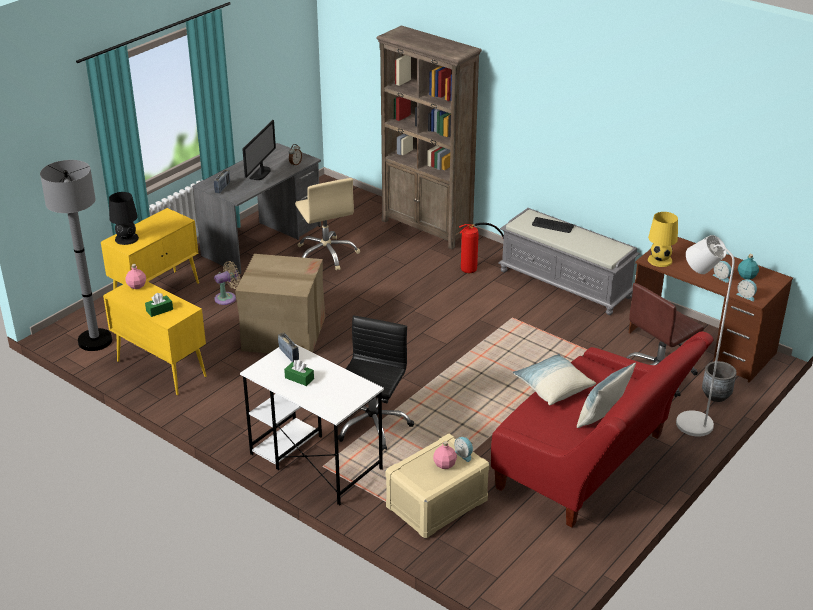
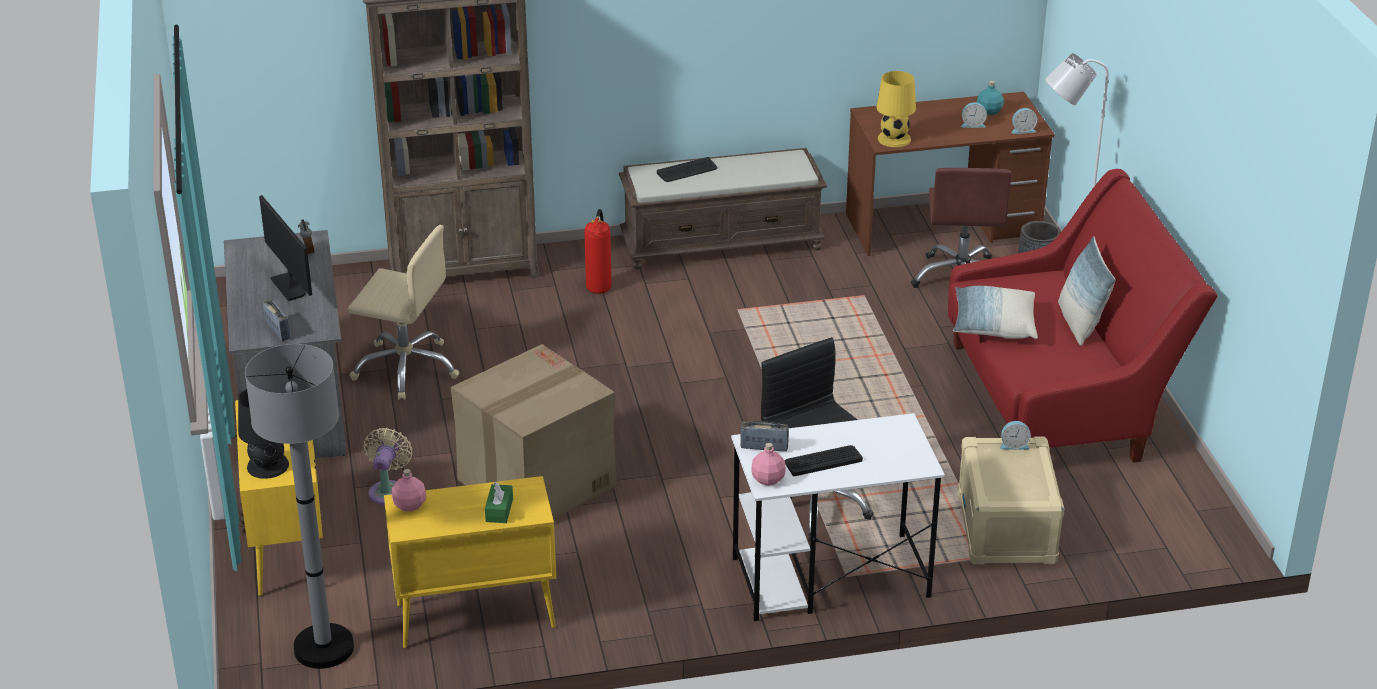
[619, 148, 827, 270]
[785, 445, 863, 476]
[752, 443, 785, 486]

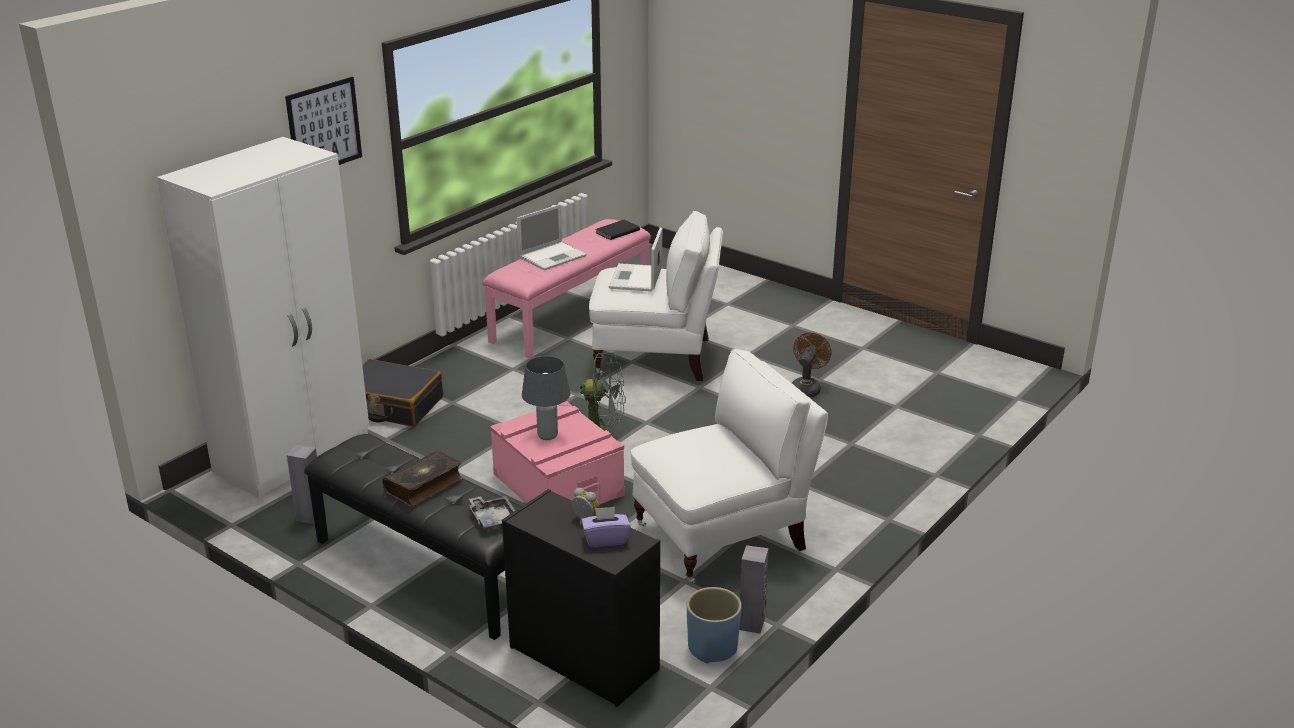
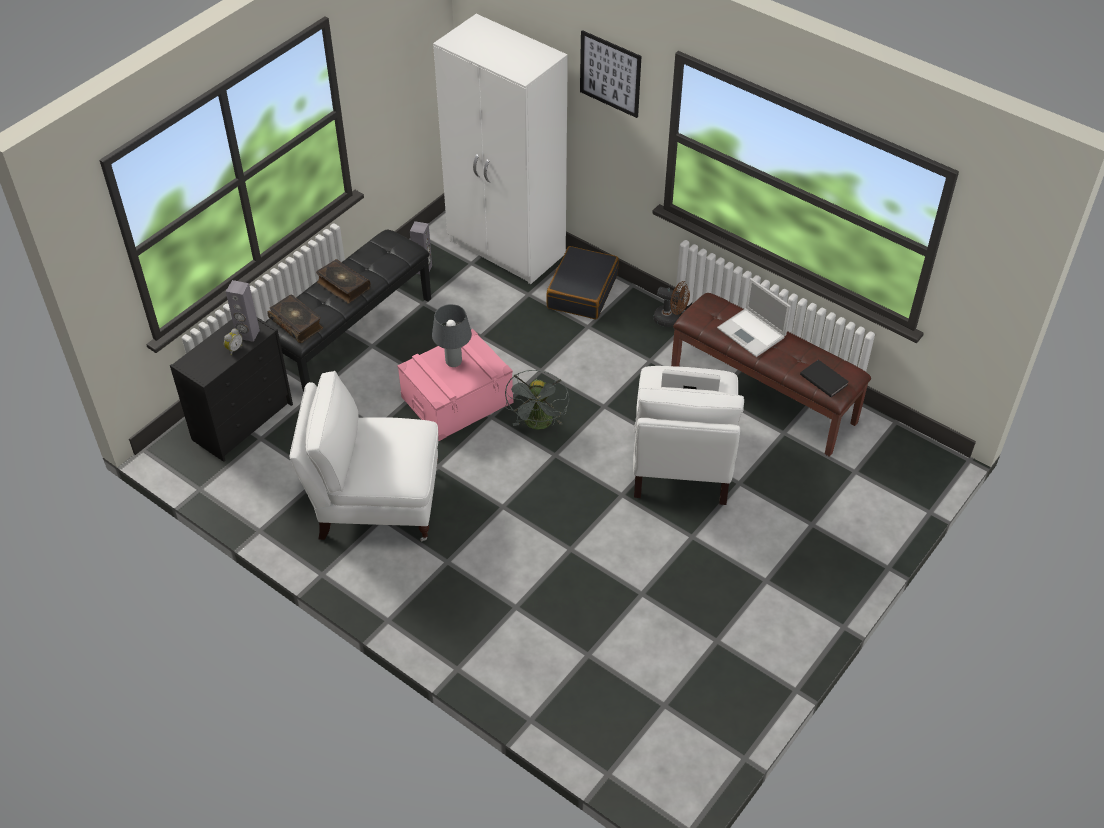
[671, 293, 871, 457]
[653, 281, 690, 327]
[290, 371, 438, 541]
[268, 294, 323, 343]
[581, 507, 631, 547] (first image)
[226, 280, 260, 342]
[687, 587, 742, 663] (first image)

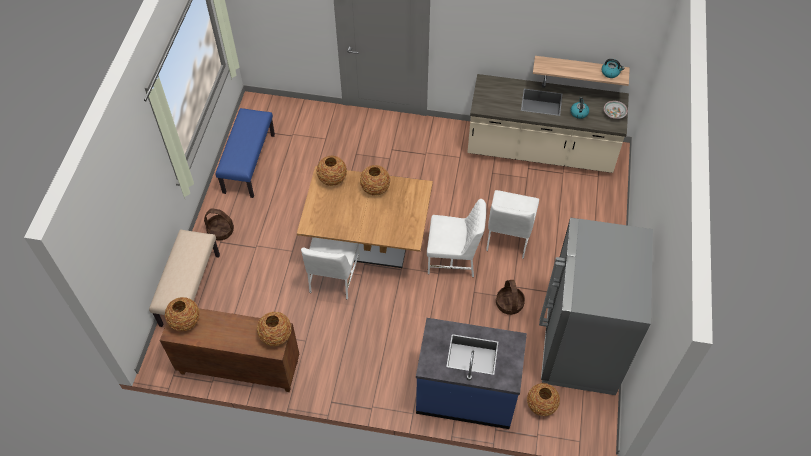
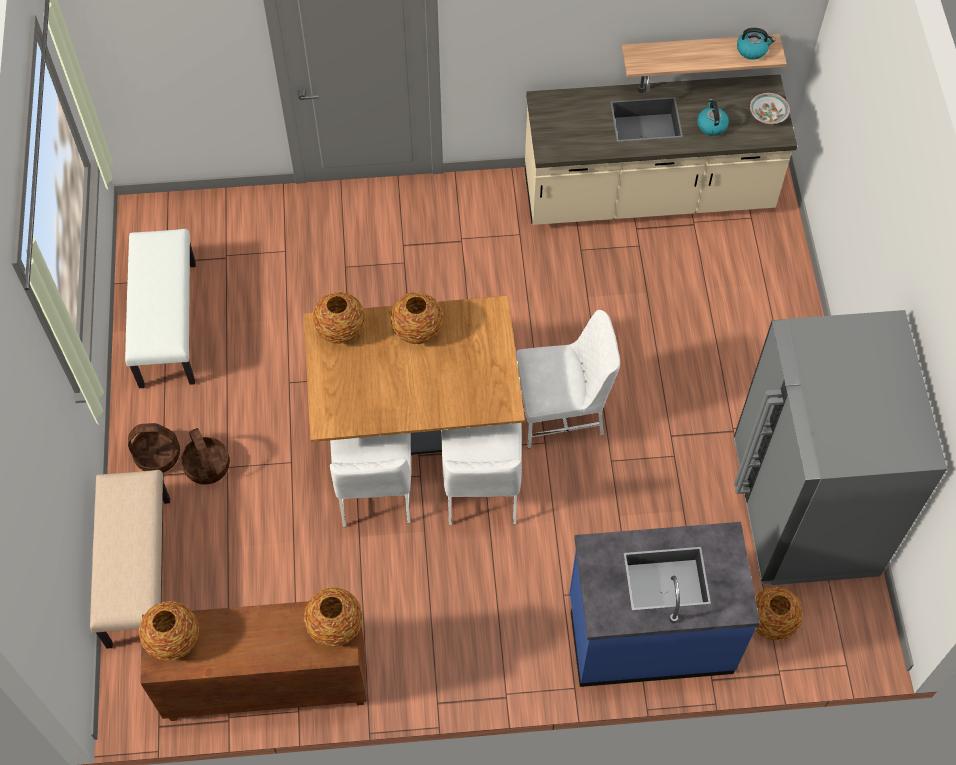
[125, 229, 196, 388]
[441, 423, 522, 525]
[181, 428, 230, 485]

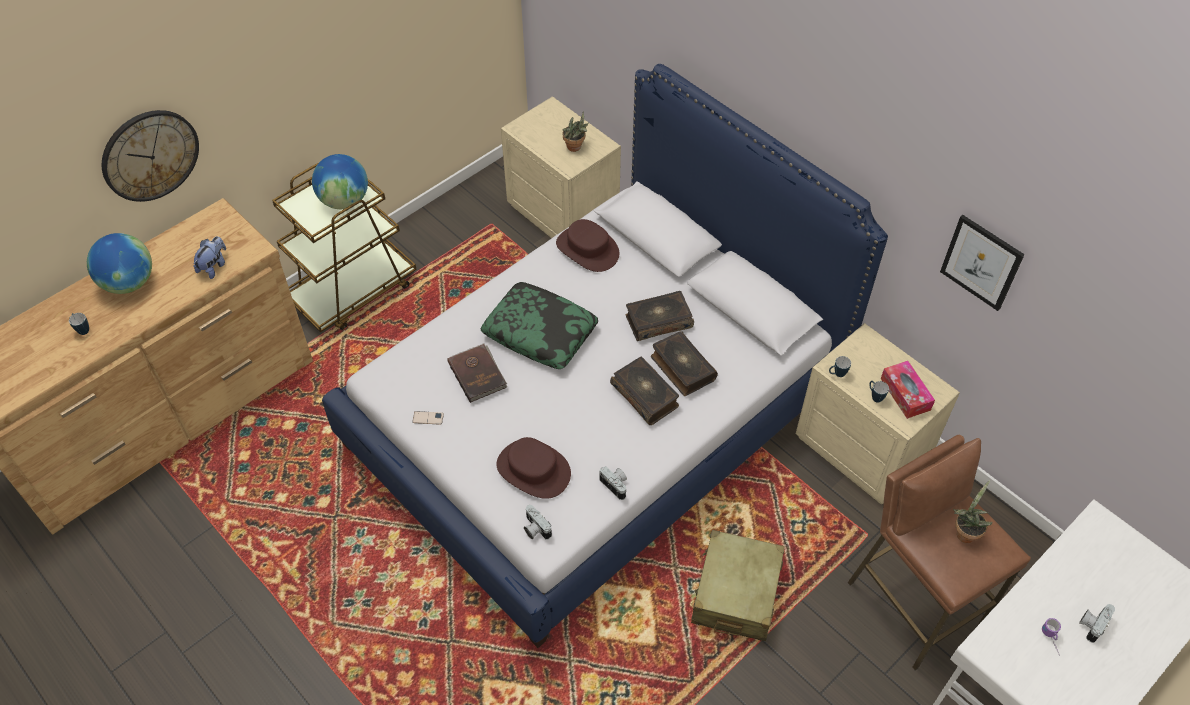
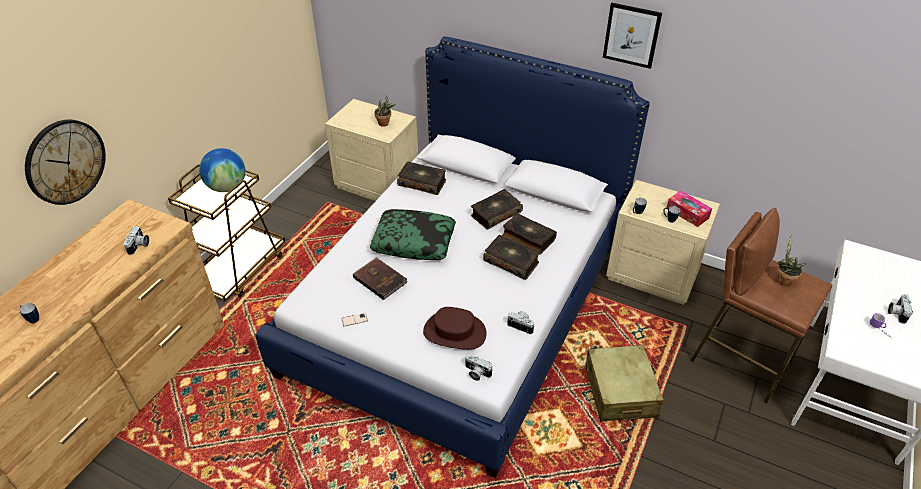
[603, 3, 662, 69]
[397, 162, 446, 195]
[87, 233, 152, 294] (first image)
[123, 226, 149, 255]

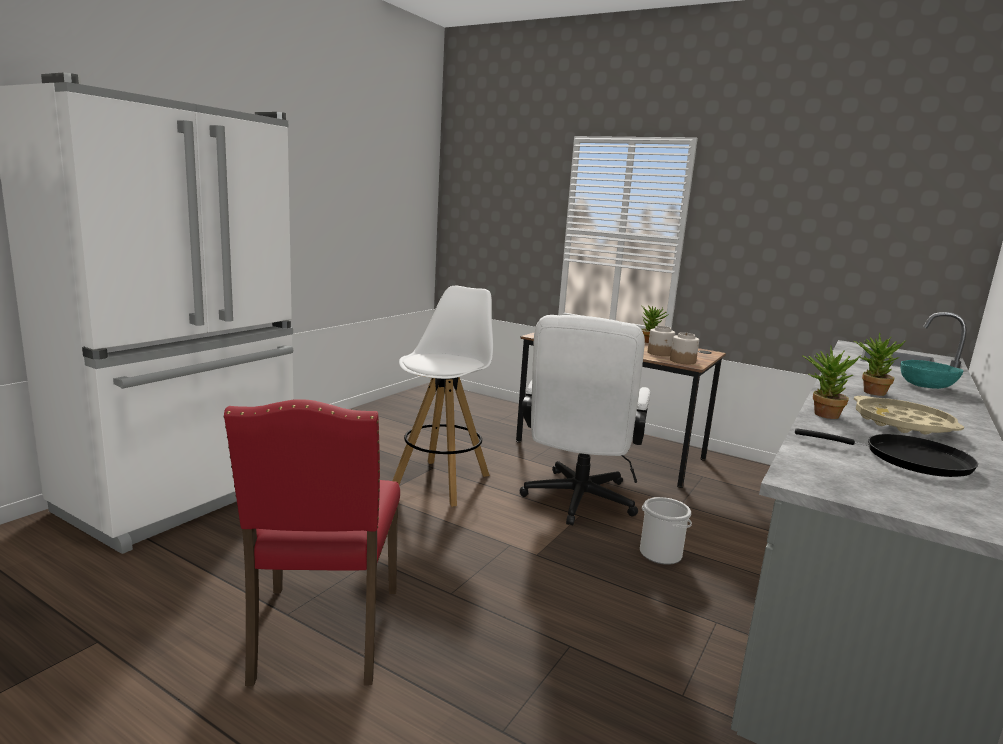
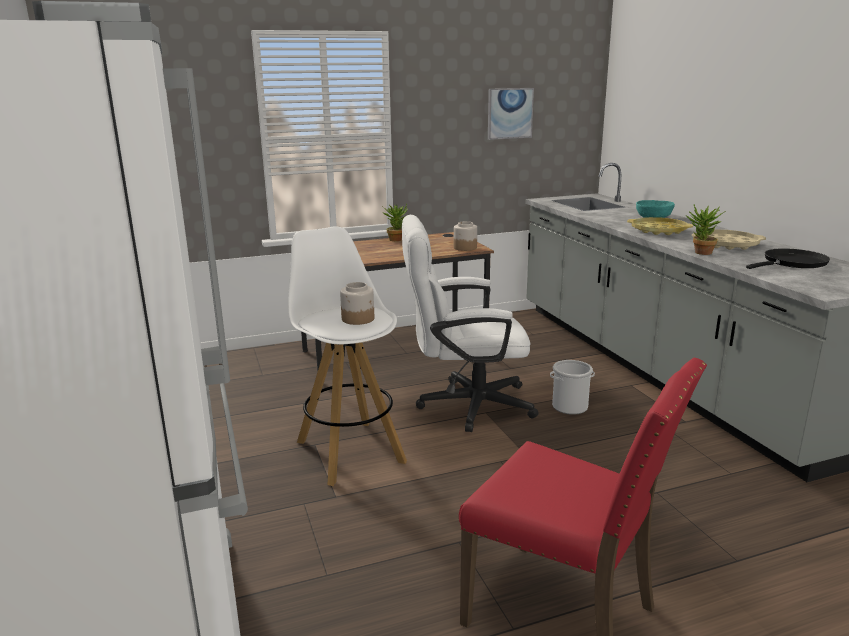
[402, 215, 539, 432]
[340, 282, 374, 325]
[627, 217, 693, 235]
[488, 88, 534, 140]

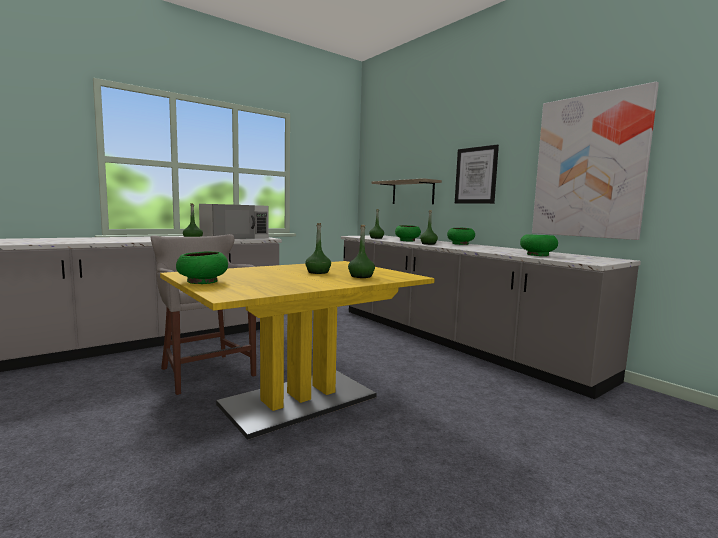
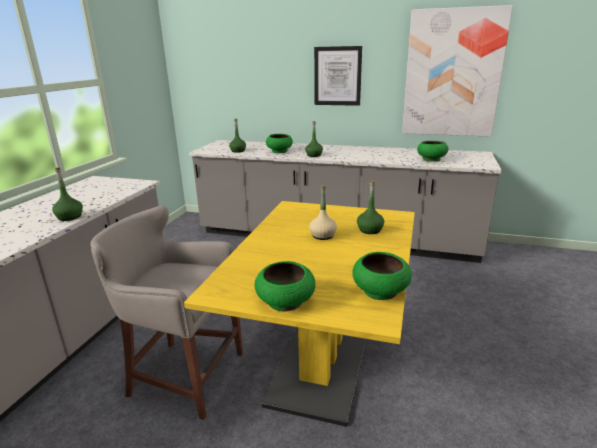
[371, 178, 442, 204] (first image)
[199, 204, 269, 239] (first image)
[309, 185, 337, 240]
[352, 252, 412, 300]

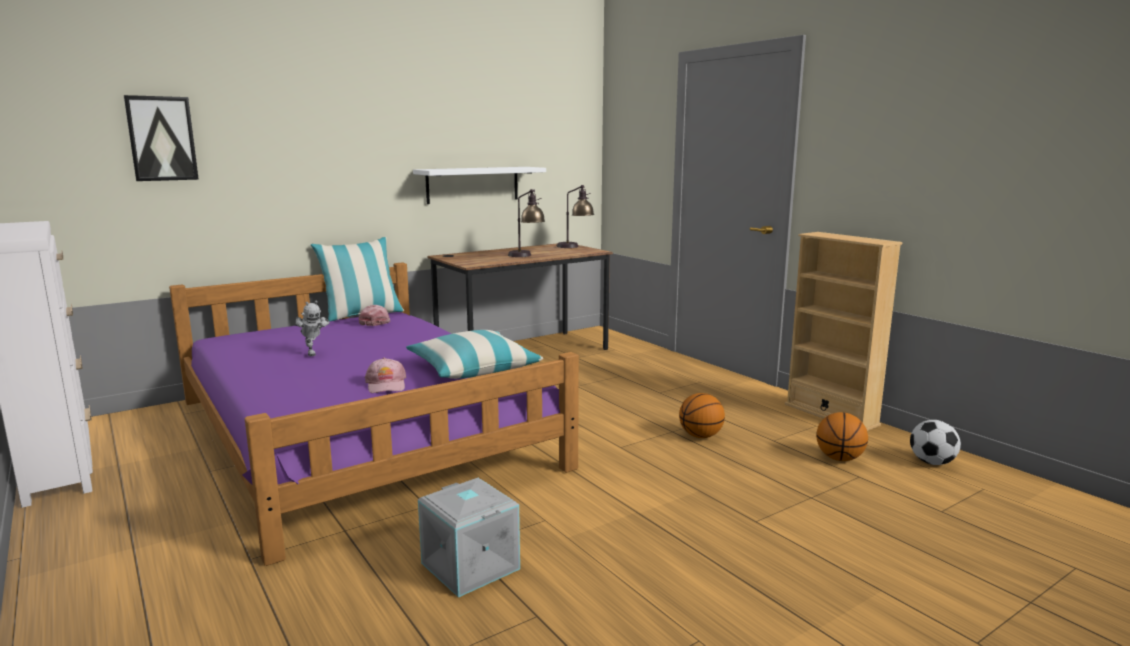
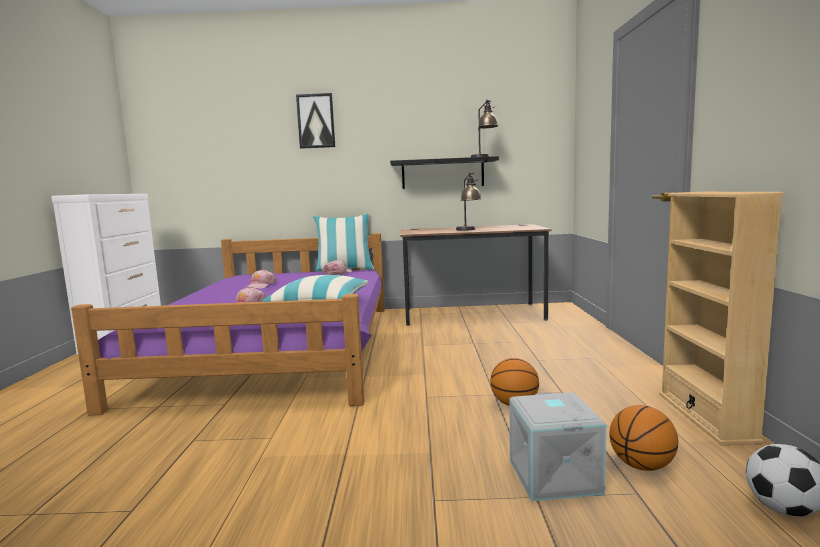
[296, 93, 335, 149]
[390, 156, 499, 189]
[471, 100, 498, 157]
[245, 269, 276, 289]
[509, 392, 607, 501]

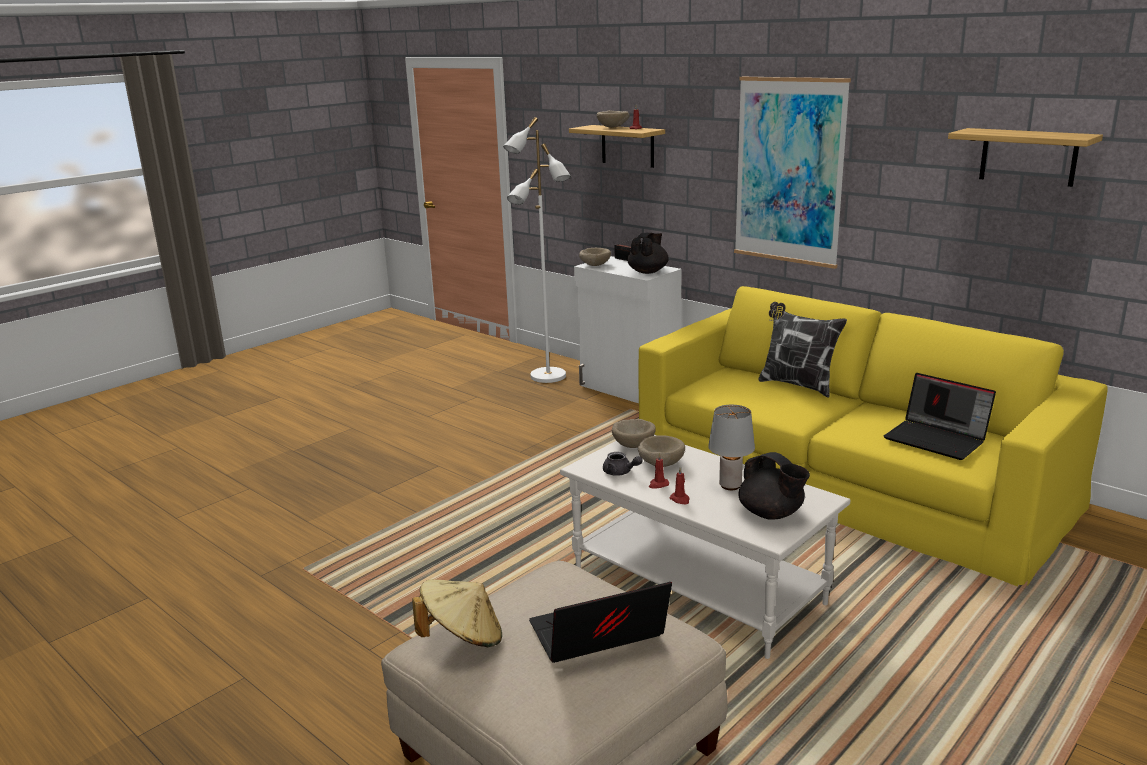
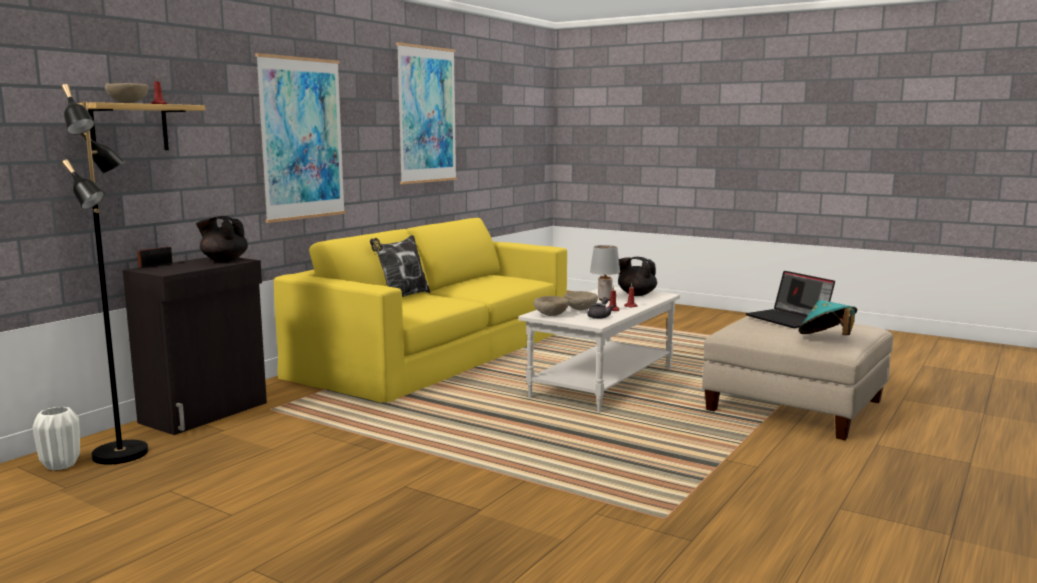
[62, 84, 148, 465]
[396, 42, 457, 184]
[579, 248, 611, 266] (first image)
[123, 257, 267, 435]
[884, 373, 996, 460] (first image)
[618, 257, 657, 296]
[799, 300, 857, 335]
[33, 406, 80, 470]

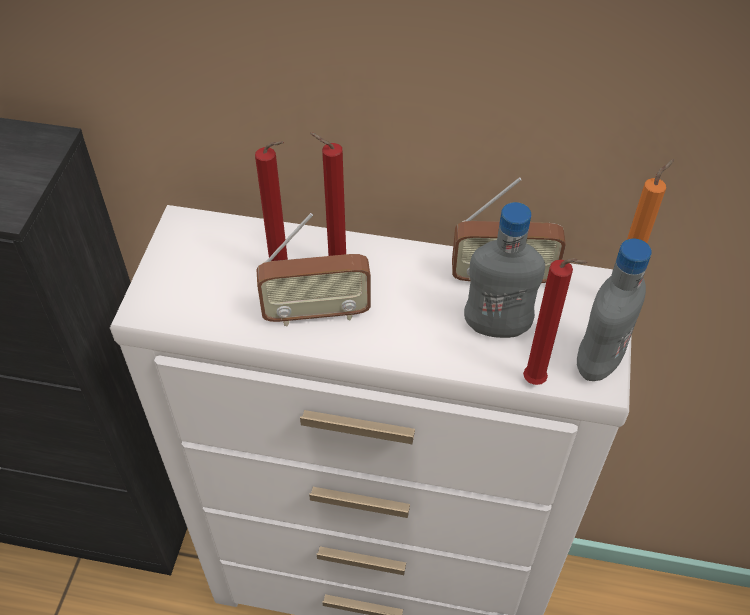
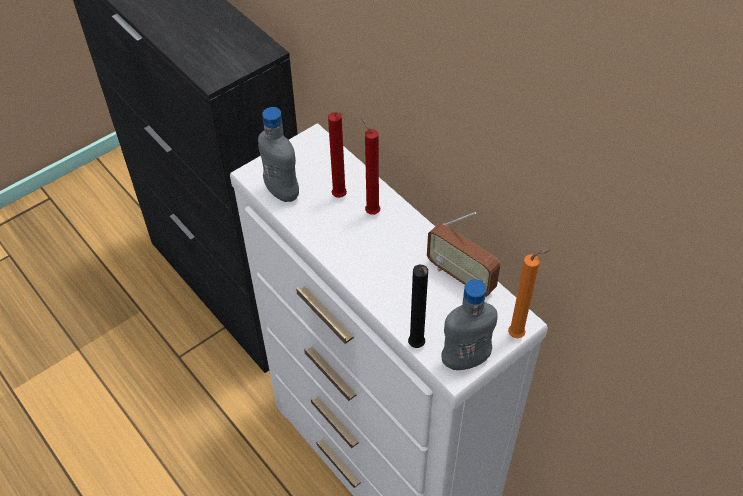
[258, 107, 299, 202]
[256, 213, 371, 327] (first image)
[408, 265, 428, 348]

